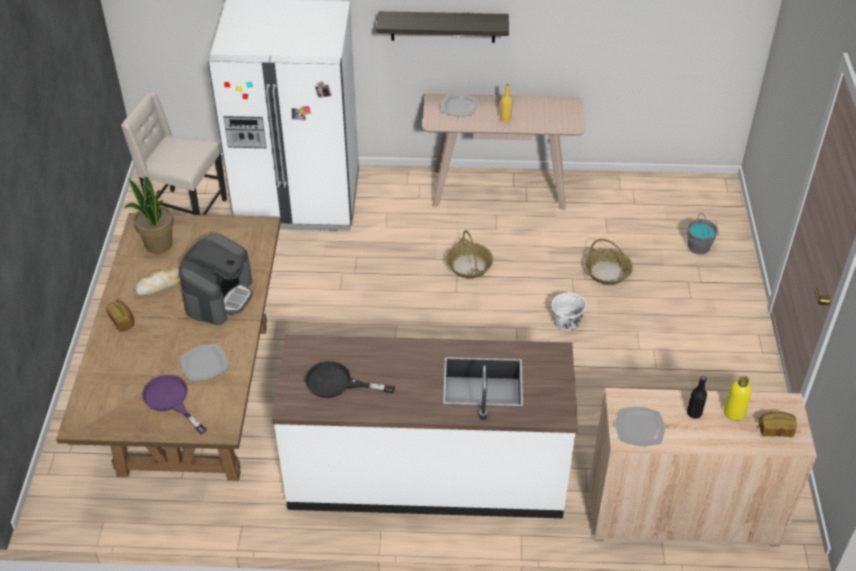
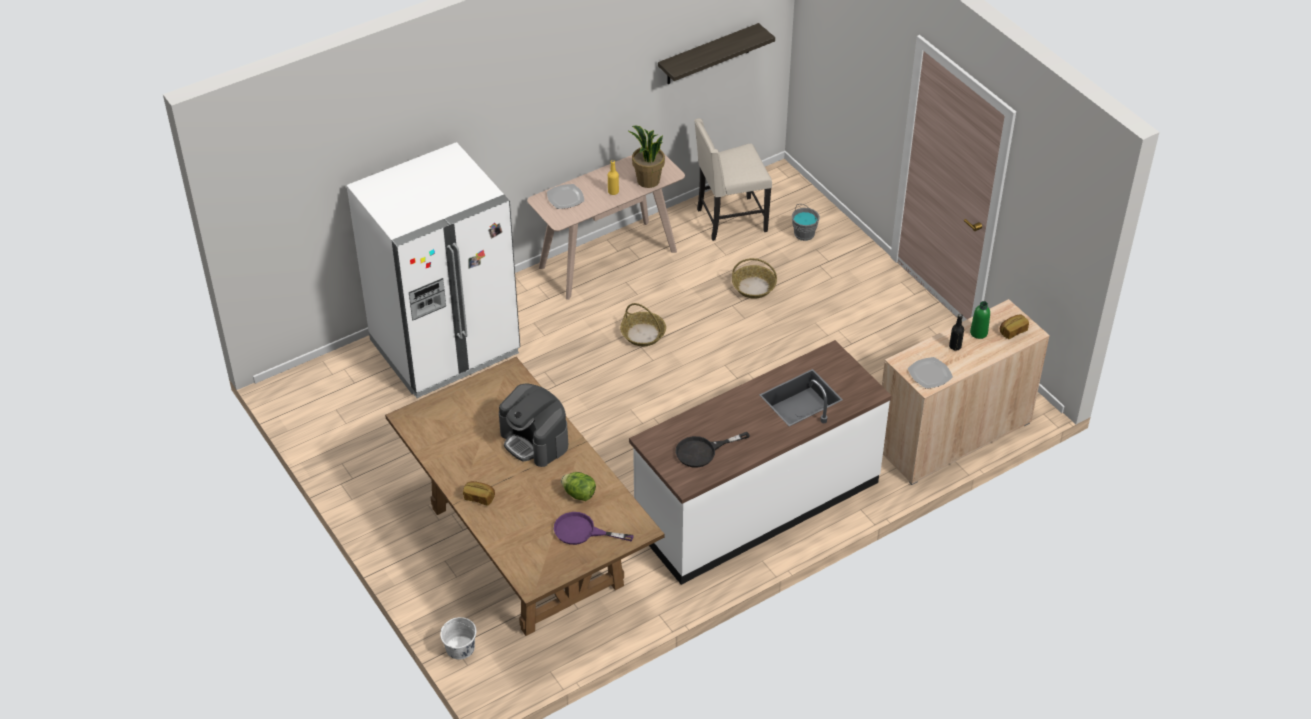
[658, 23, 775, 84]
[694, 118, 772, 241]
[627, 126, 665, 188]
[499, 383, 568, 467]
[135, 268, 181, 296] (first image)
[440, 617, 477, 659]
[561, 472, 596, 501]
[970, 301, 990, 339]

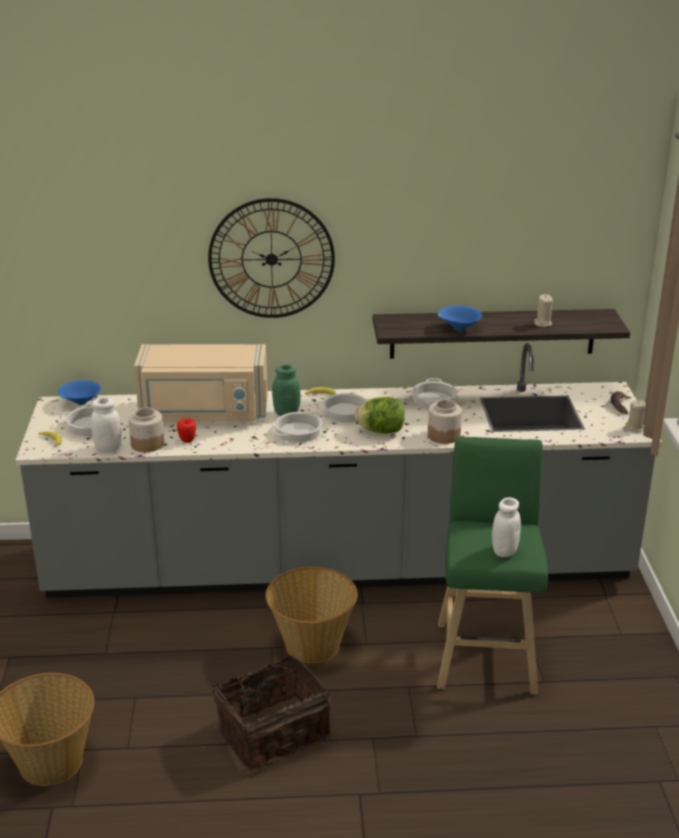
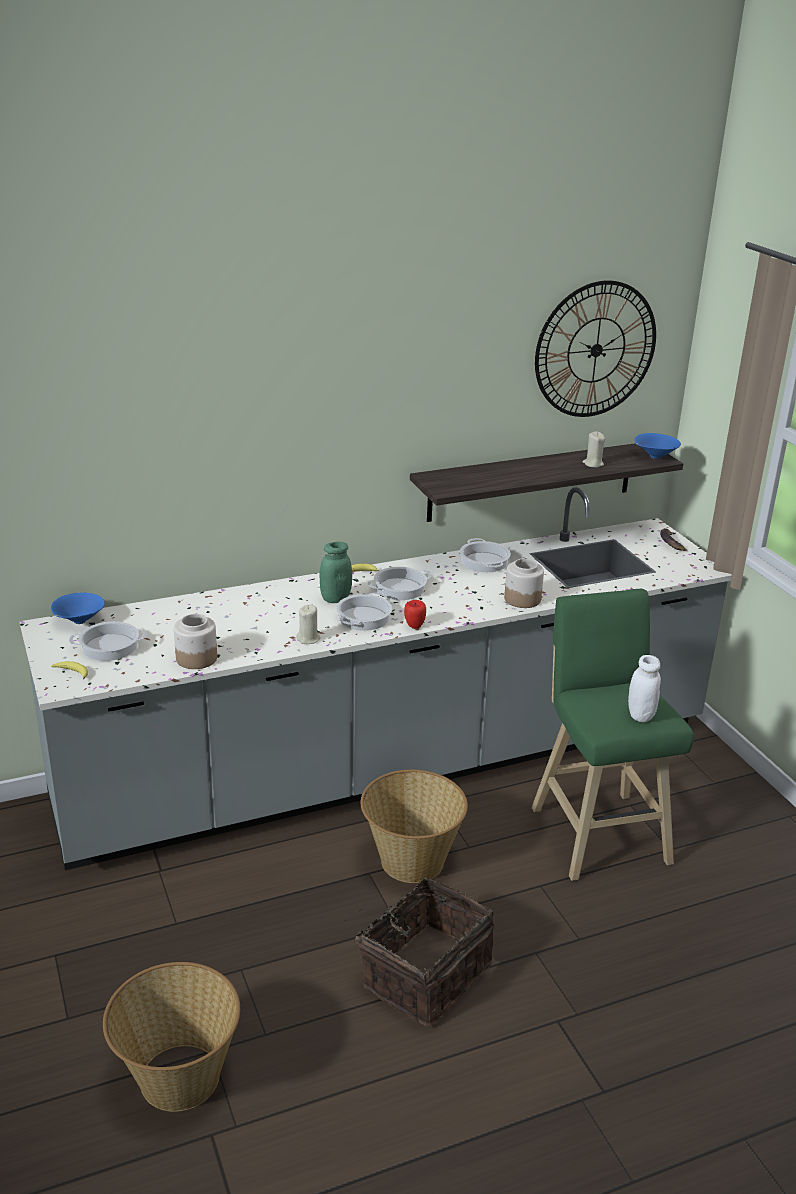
[535, 280, 656, 417]
[634, 433, 681, 459]
[134, 344, 268, 422] (first image)
[354, 397, 405, 434] (first image)
[91, 398, 121, 453] (first image)
[297, 604, 321, 644]
[404, 600, 426, 629]

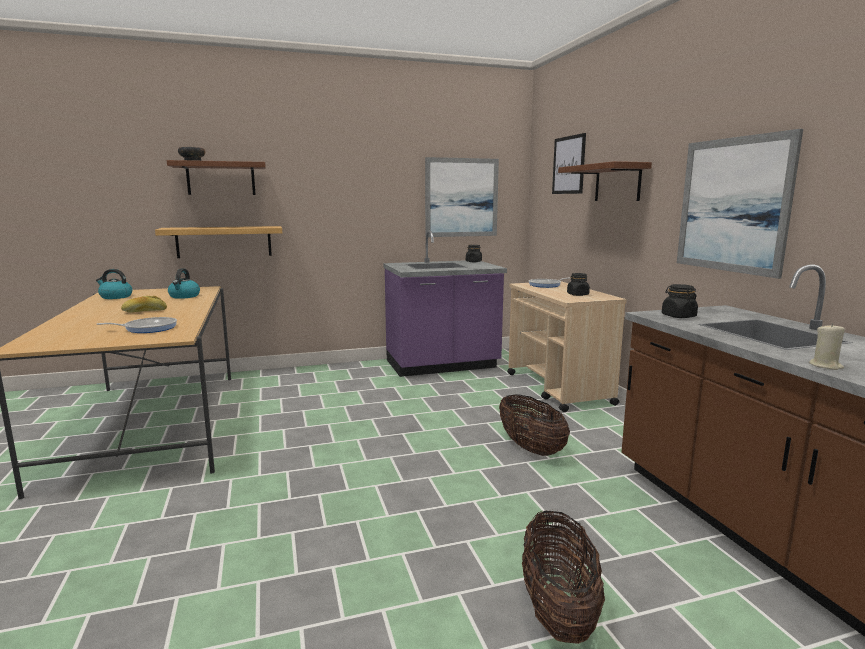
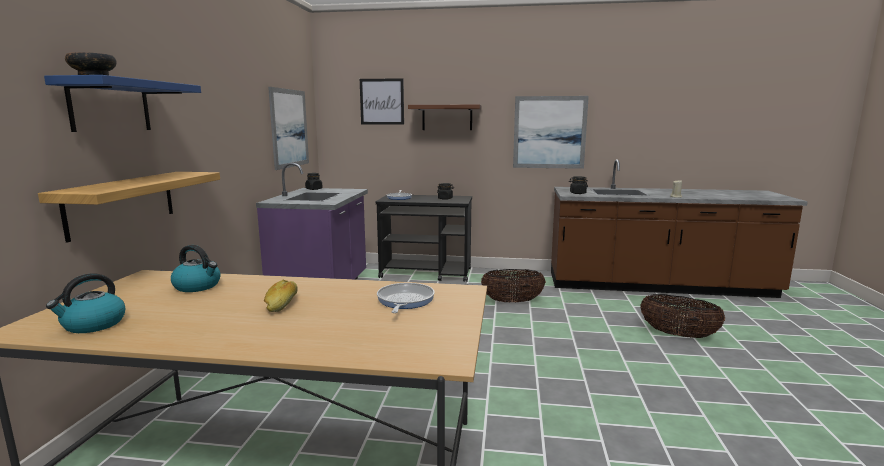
[44, 75, 201, 132]
[376, 195, 472, 281]

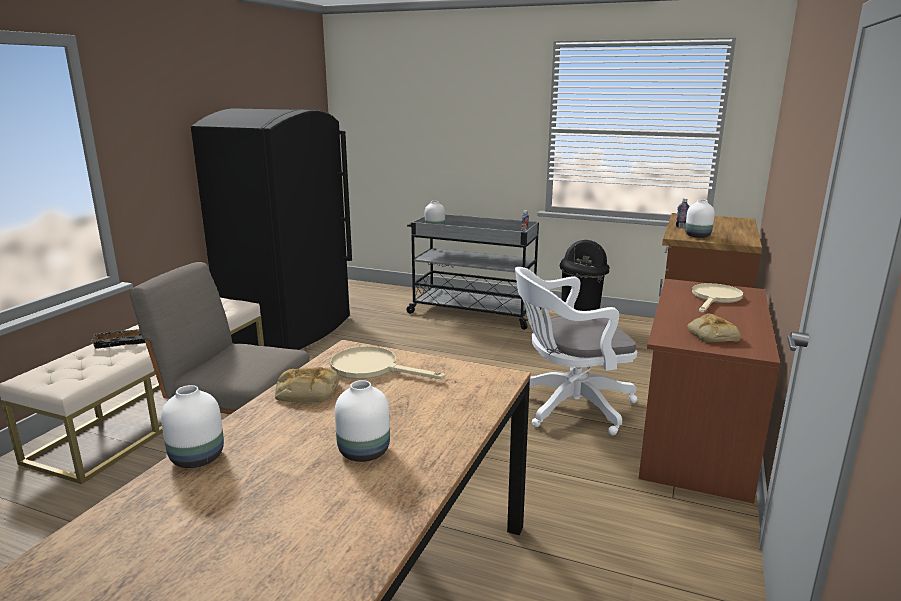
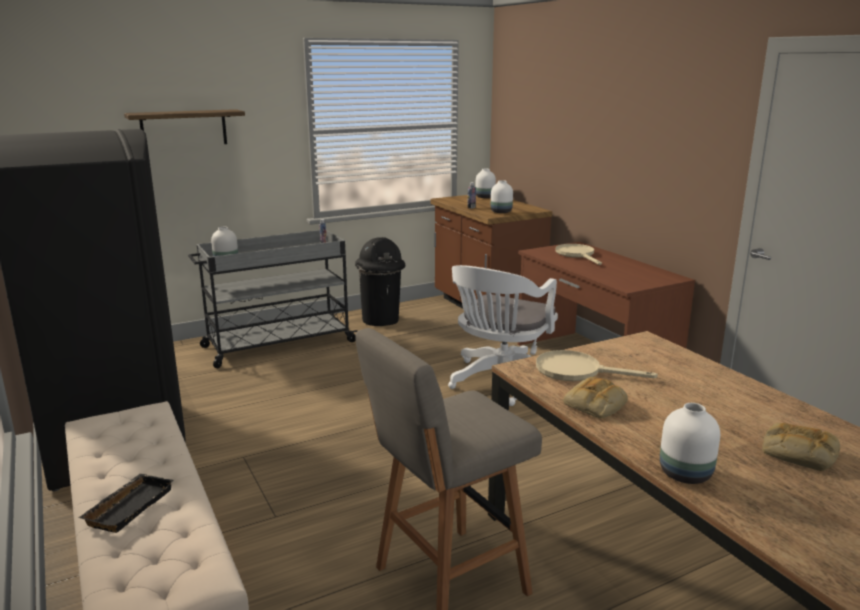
[762, 423, 840, 471]
[536, 350, 658, 381]
[475, 169, 496, 198]
[124, 109, 245, 144]

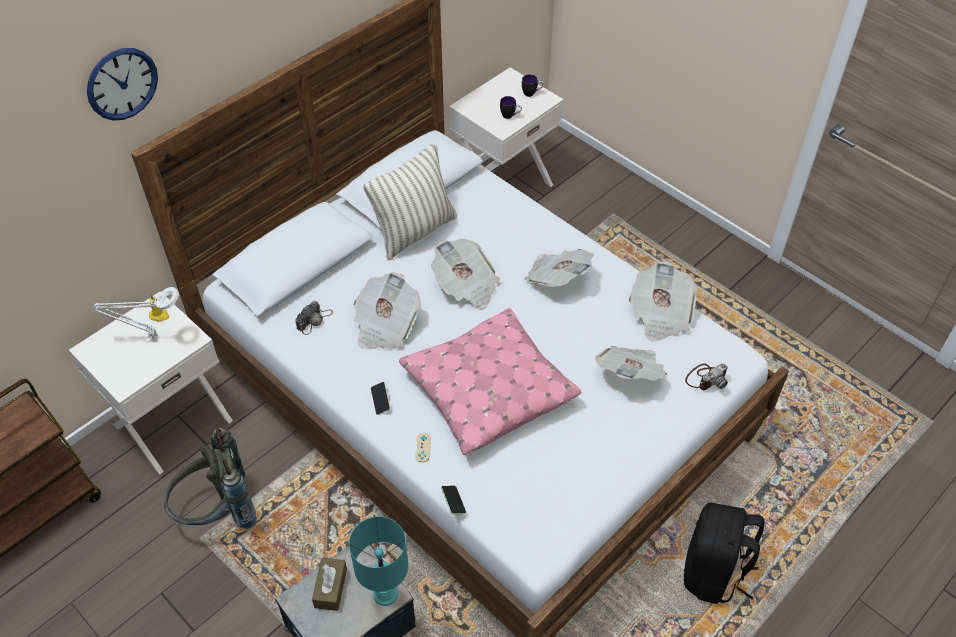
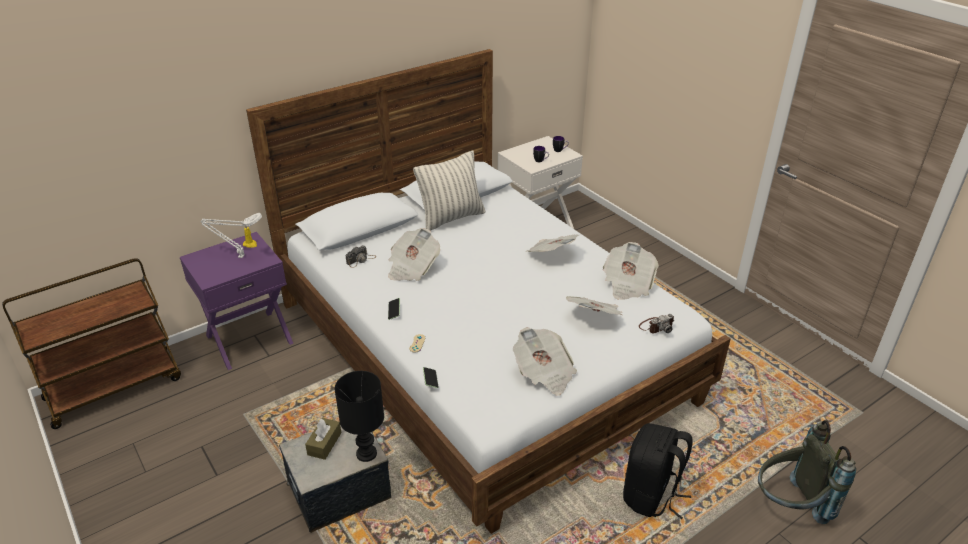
[87, 48, 158, 121] (first image)
[513, 327, 577, 396]
[180, 232, 294, 370]
[399, 308, 581, 455] (first image)
[758, 420, 856, 524]
[335, 371, 384, 462]

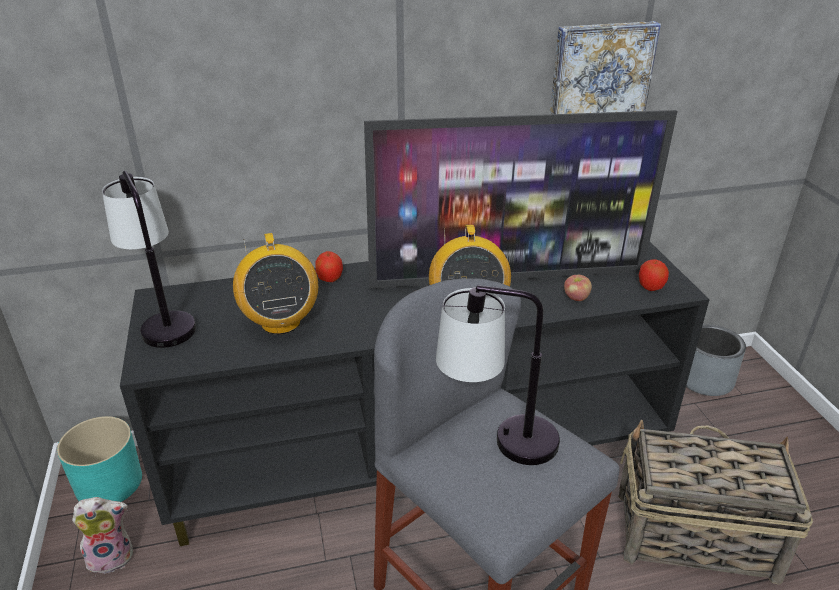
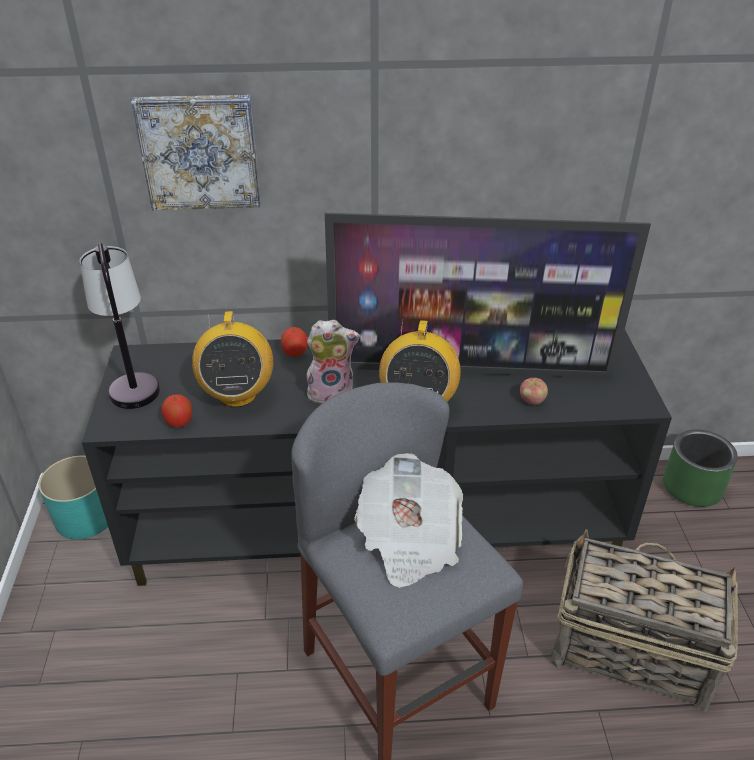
[131, 95, 261, 210]
[161, 394, 192, 427]
[354, 453, 463, 588]
[663, 430, 738, 507]
[307, 320, 360, 404]

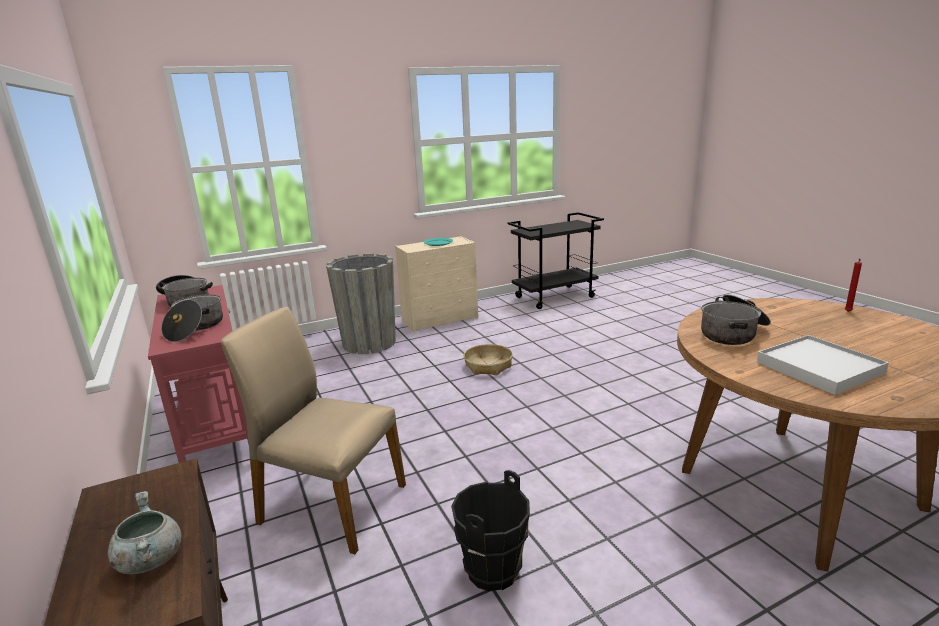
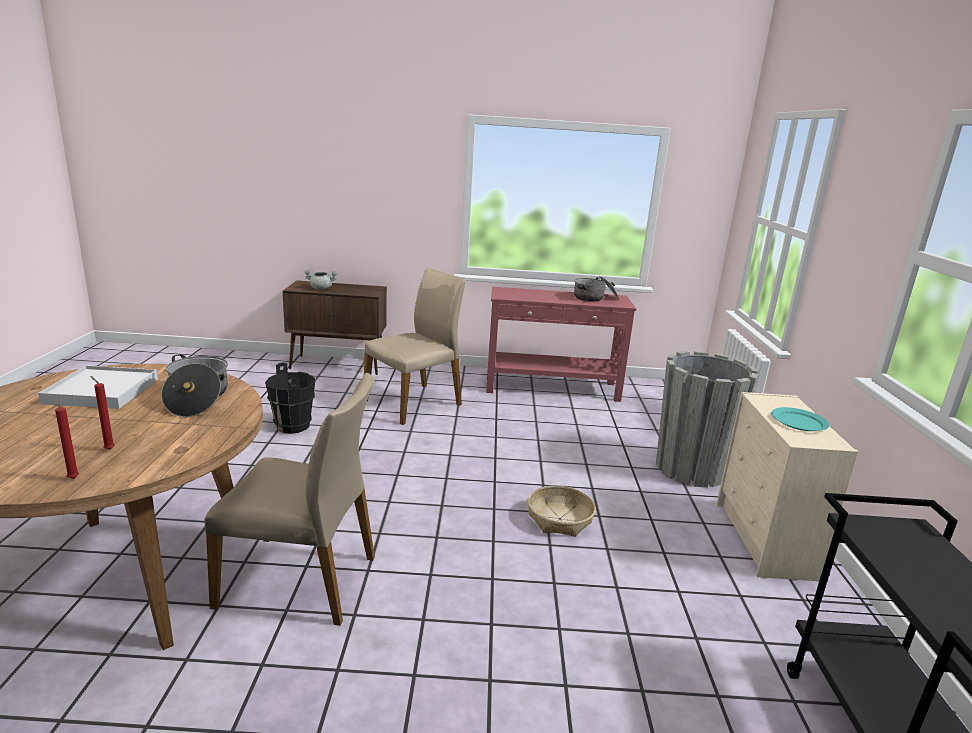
[161, 293, 223, 342] (first image)
[205, 373, 375, 626]
[90, 376, 115, 450]

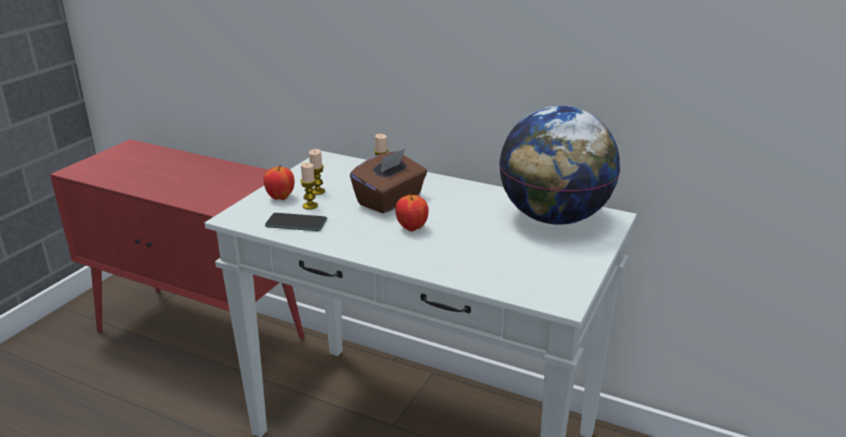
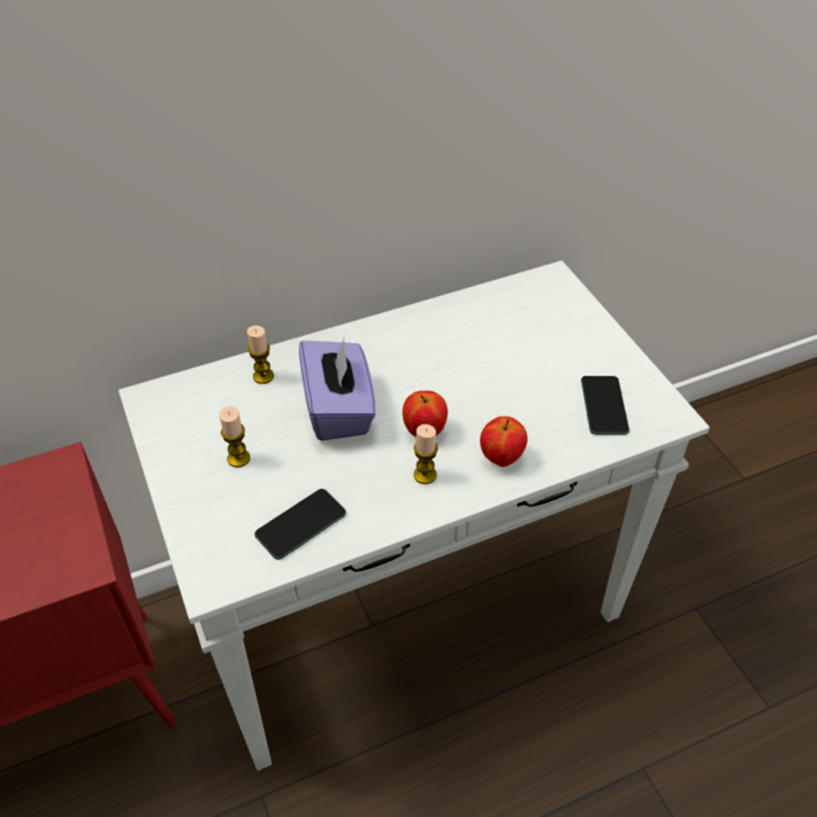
[499, 106, 620, 225] (first image)
[299, 339, 376, 441]
[414, 424, 438, 484]
[480, 416, 528, 467]
[581, 376, 629, 435]

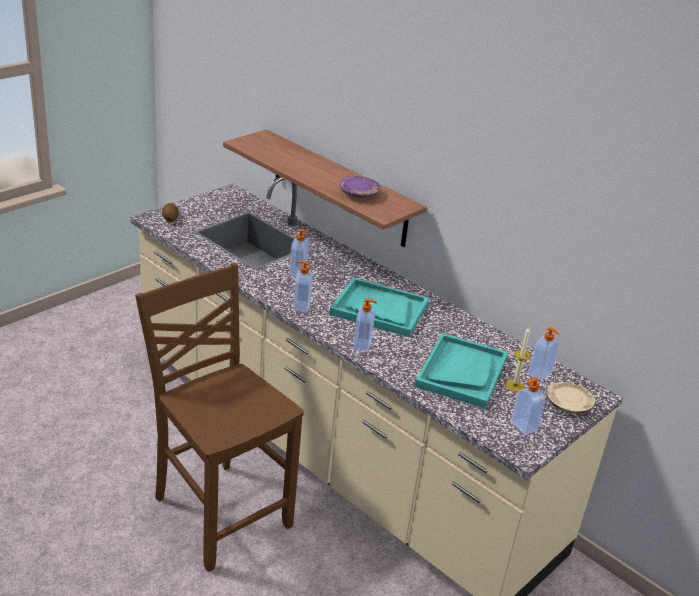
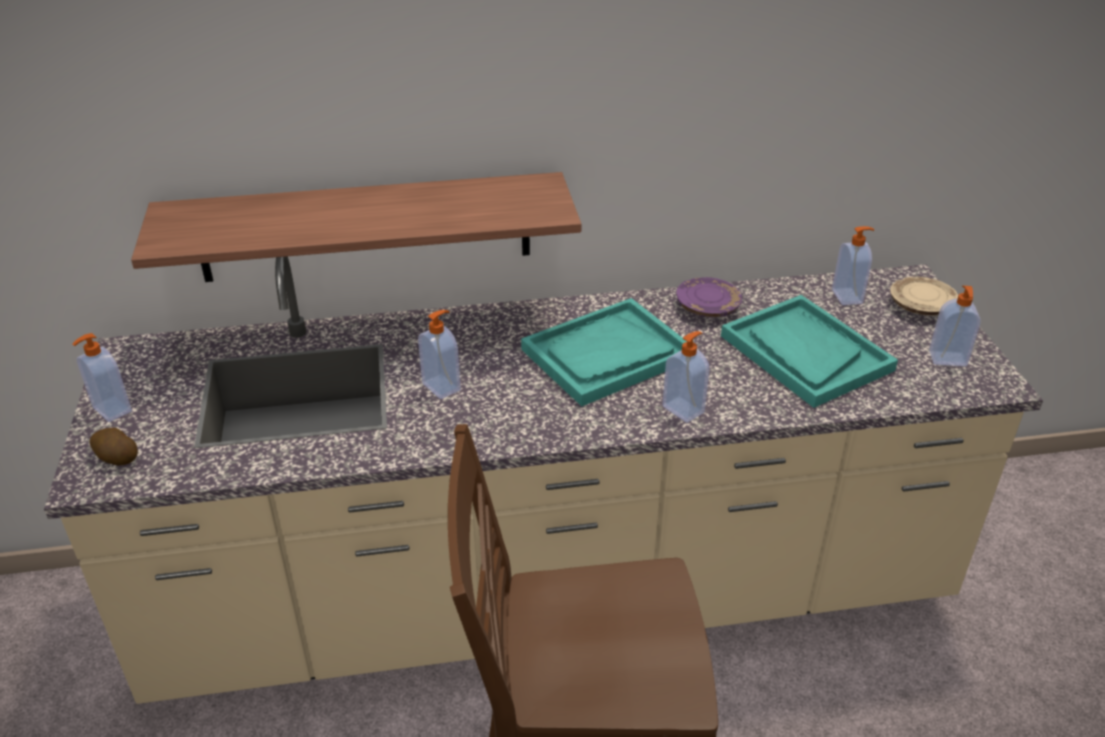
[676, 277, 742, 318]
[73, 333, 132, 422]
[506, 327, 531, 392] (first image)

